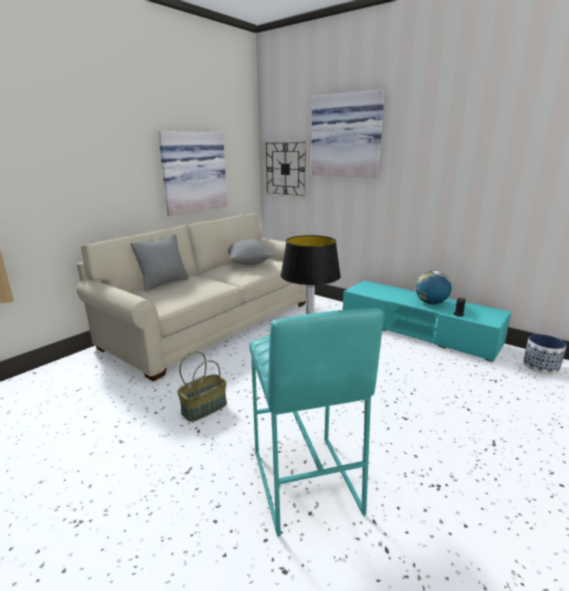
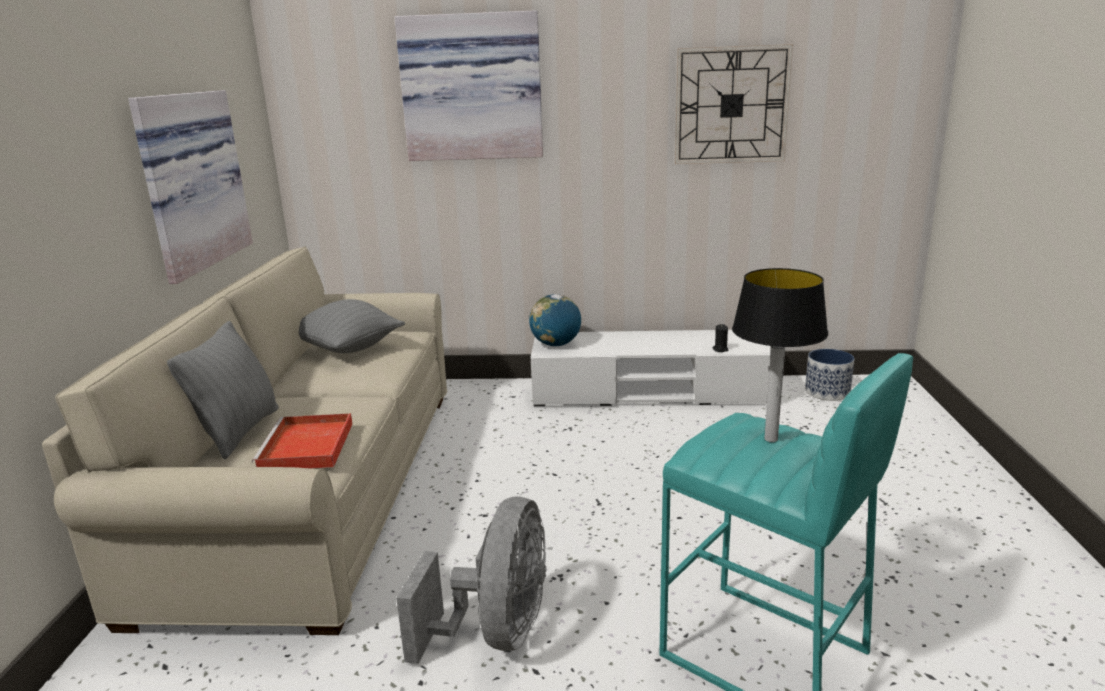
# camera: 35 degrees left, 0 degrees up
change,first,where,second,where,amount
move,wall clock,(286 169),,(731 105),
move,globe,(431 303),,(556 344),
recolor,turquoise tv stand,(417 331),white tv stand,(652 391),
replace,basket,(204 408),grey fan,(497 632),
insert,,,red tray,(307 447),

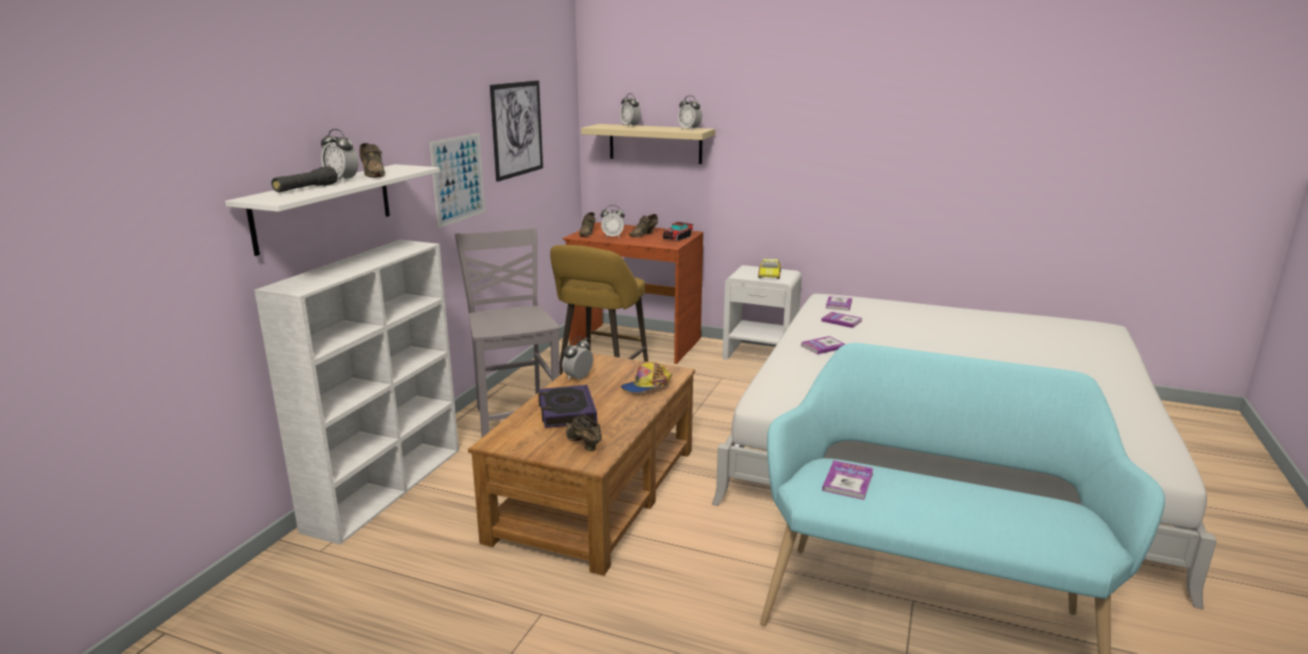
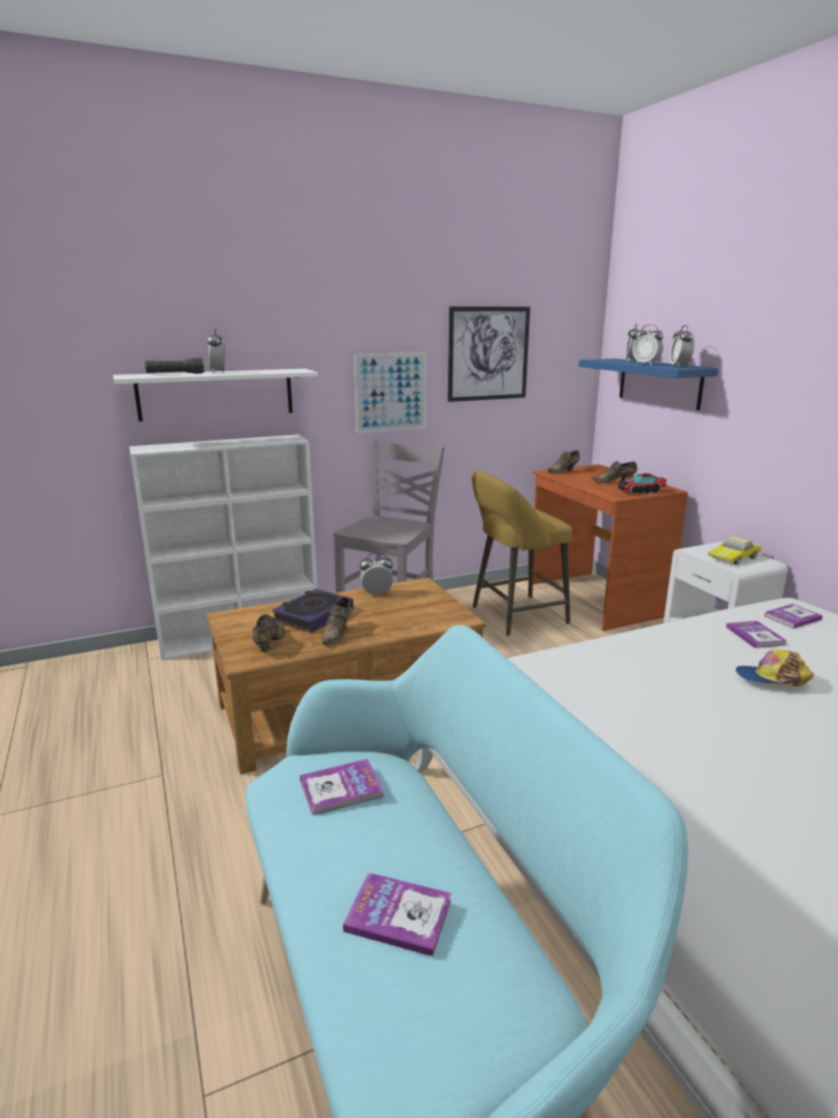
# camera: 45 degrees right, 0 degrees up
change,first,where,second,where,amount
recolor,beige shelf,(655 143),blue shelf,(659 383),
move,brown shoe,(373 174),,(338 633),
move,alarm clock,(613 237),,(646 364),
move,book,(823 346),,(398 915),
move,cap,(647 386),,(773 679),

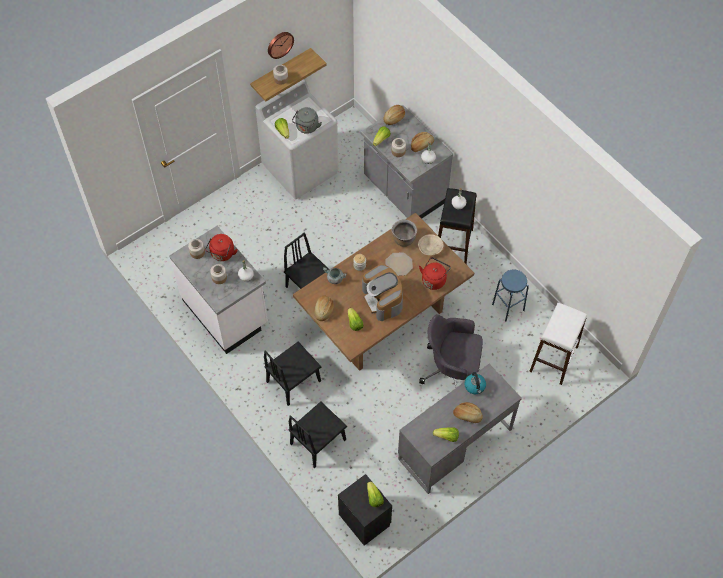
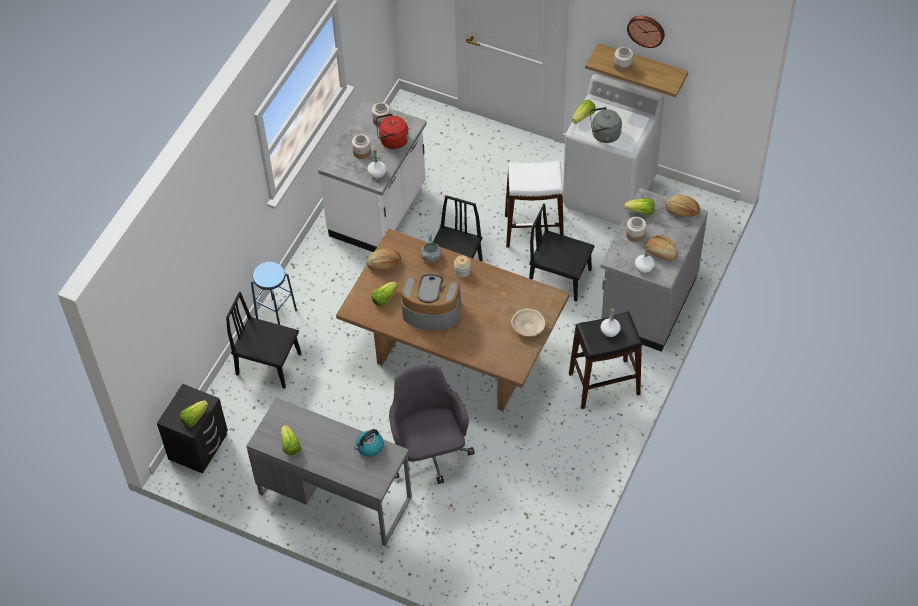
# camera: 65 degrees right, 5 degrees down
change,first,where,second,where,amount
delete,brown cooking pot,(403 239),,,
delete,plate,(399 264),,,
delete,red kettle,(434 279),,,
rotate,coffee machine,(383 299),,(430 312),60 degrees clockwise
move,blue stool,(508 307),,(276 314),
move,white stool,(554 359),,(533 230),
move,black chair,(293 381),,(560 277),
delete,bread,(467 415),,,

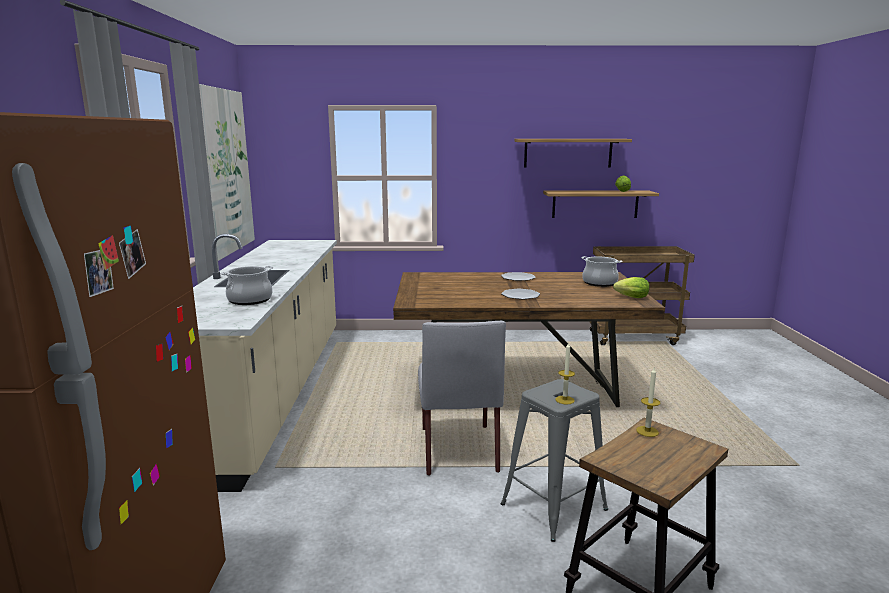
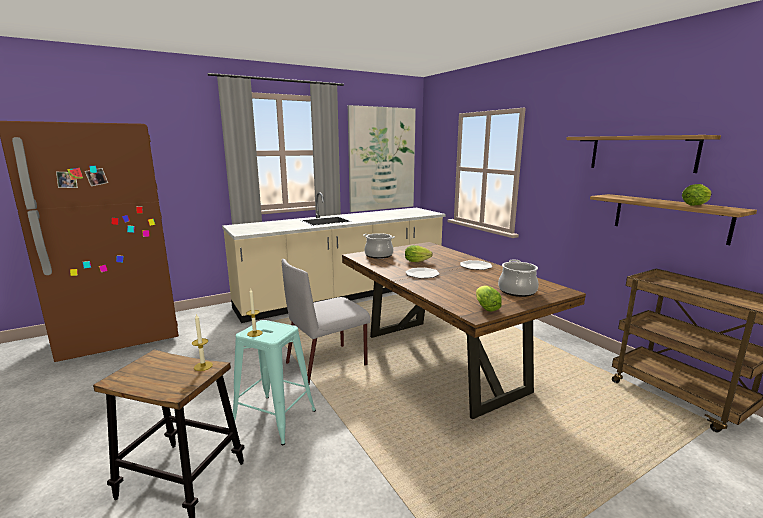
# camera: 60 degrees right, 0 degrees up
change,first,where,second,where,amount
move,cooking pot,(250 300),,(379 255),
recolor,grey stool,(553 507),turquoise stool,(274 419),
insert,,,lettuce,(418 261),

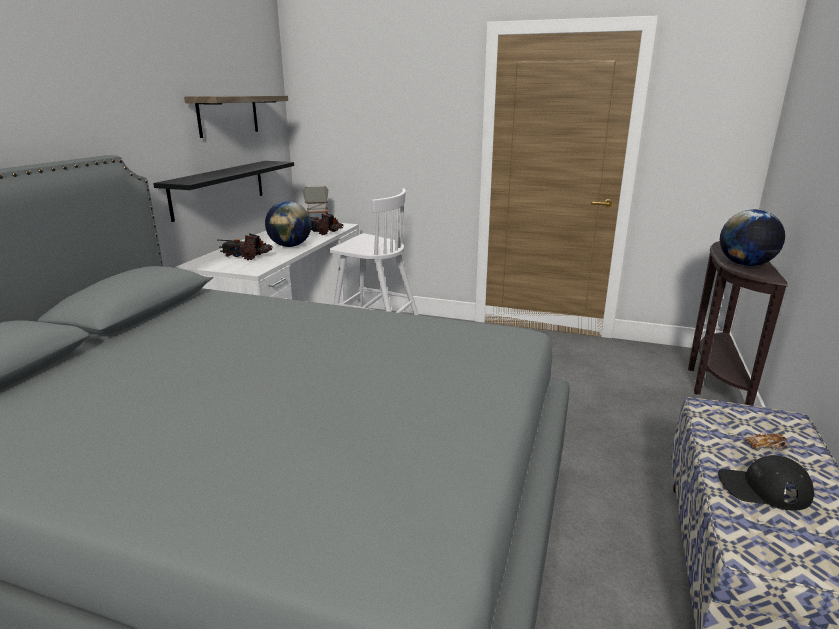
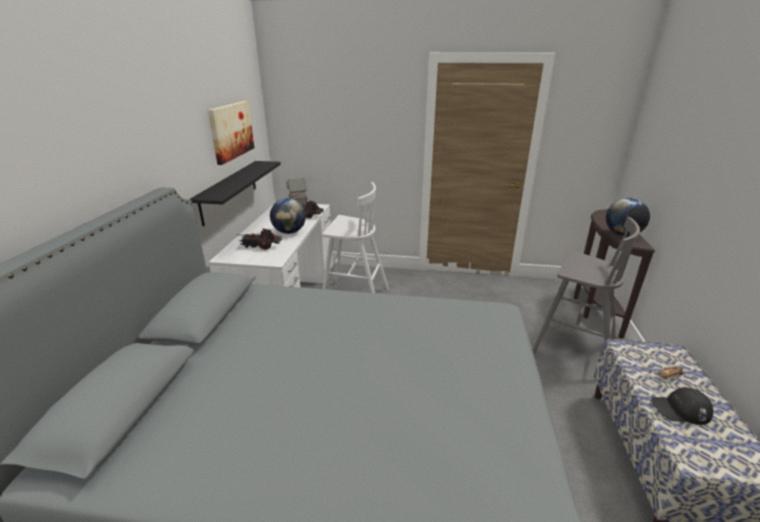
# camera: 10 degrees left, 5 degrees up
change,first,where,second,where,amount
replace,shelf,(228 115),picture,(231 131),
insert,,,grey stool,(571 350),

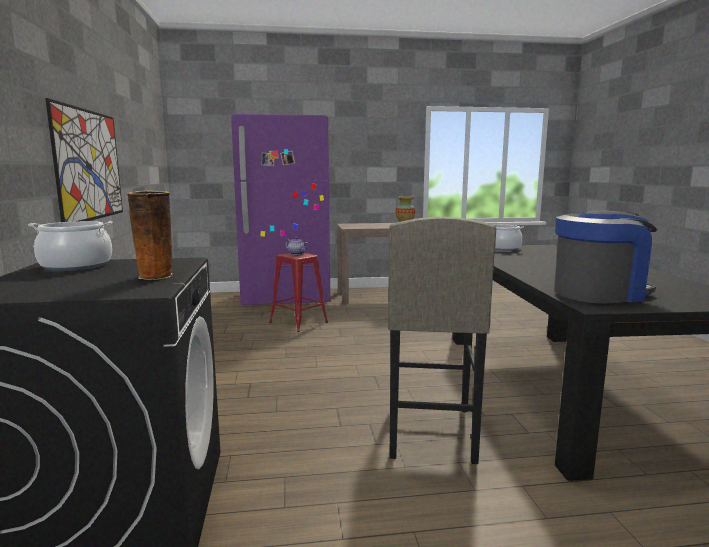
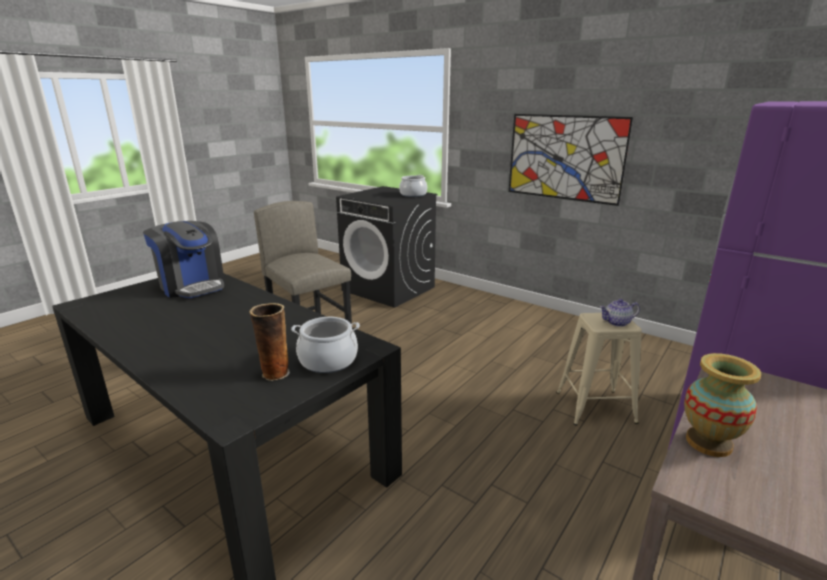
# camera: 135 degrees right, 10 degrees up
change,first,where,second,where,amount
move,vase,(156 276),,(274 373),
rotate,coffee machine,(599 293),,(192 286),75 degrees counterclockwise
recolor,red stool,(298 322),beige stool,(595 407),

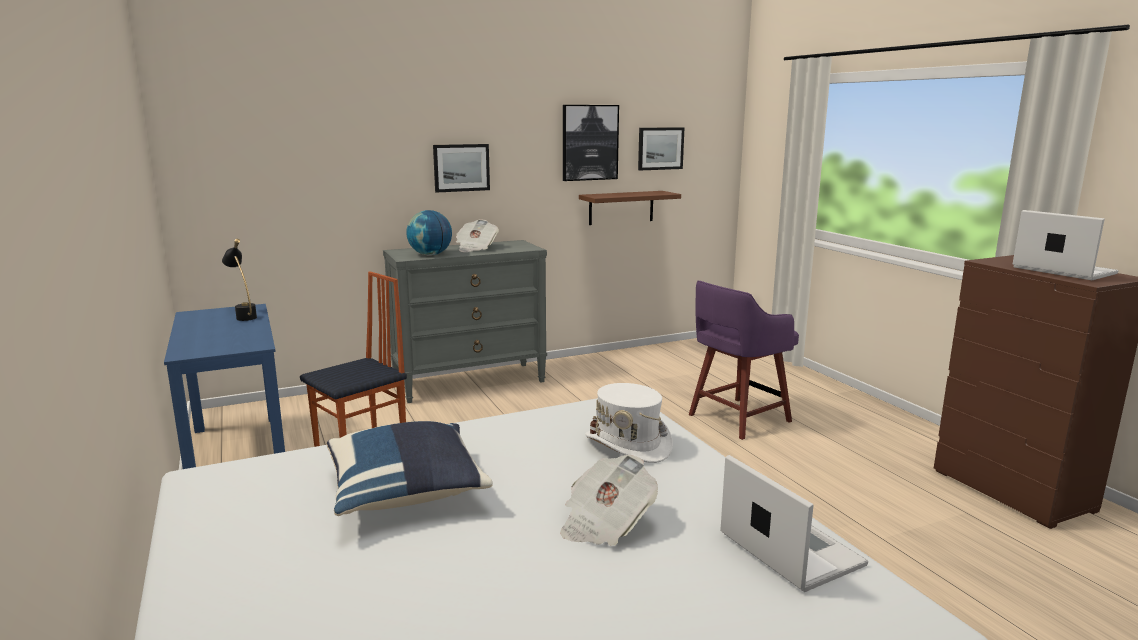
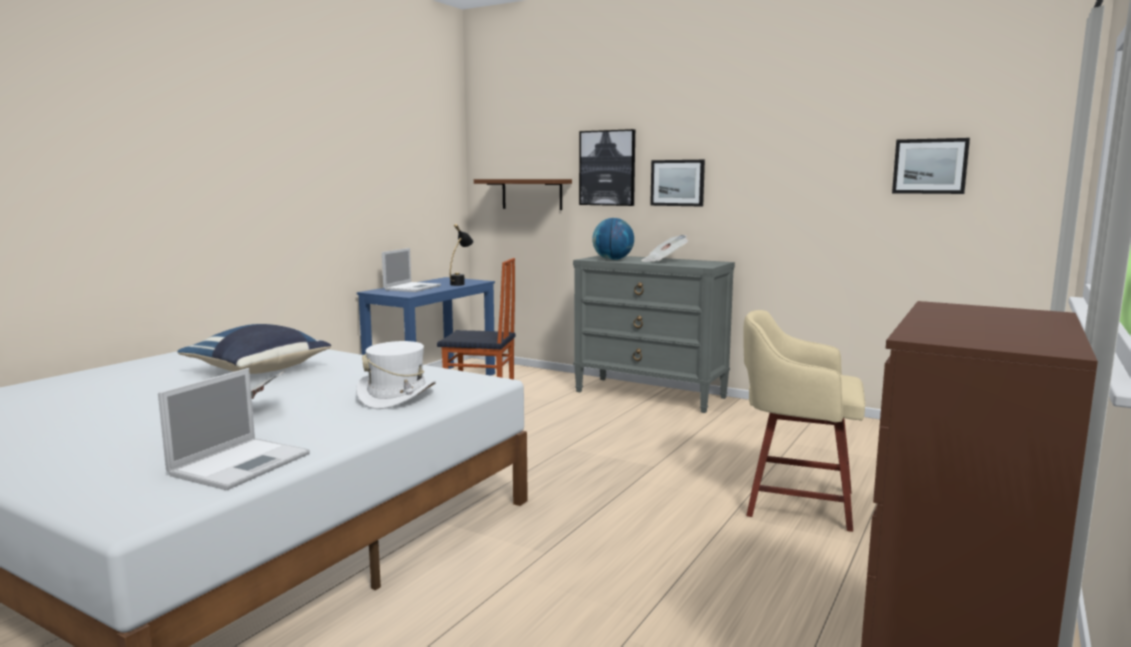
# camera: 55 degrees right, 5 degrees down
change,first,where,second,where,amount
move,picture,(589 142),,(607 168),
move,brown shelf,(621 207),,(532 194),
move,laptop,(1061 270),,(413 287),
recolor,purple stool,(736 419),beige stool,(795 502),

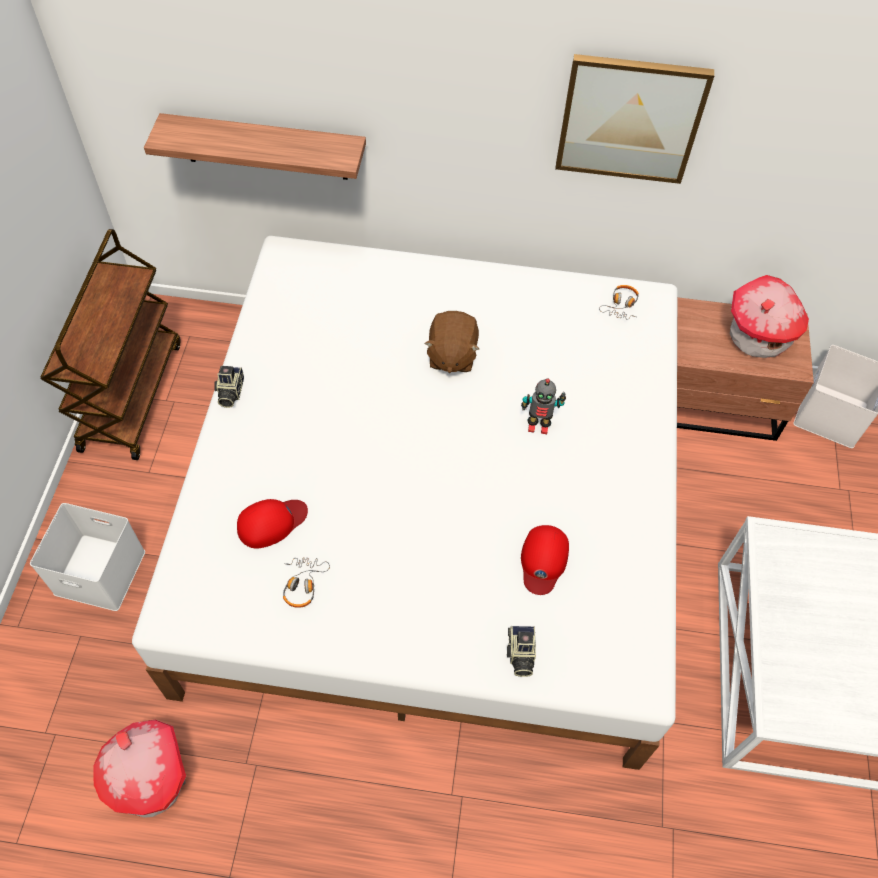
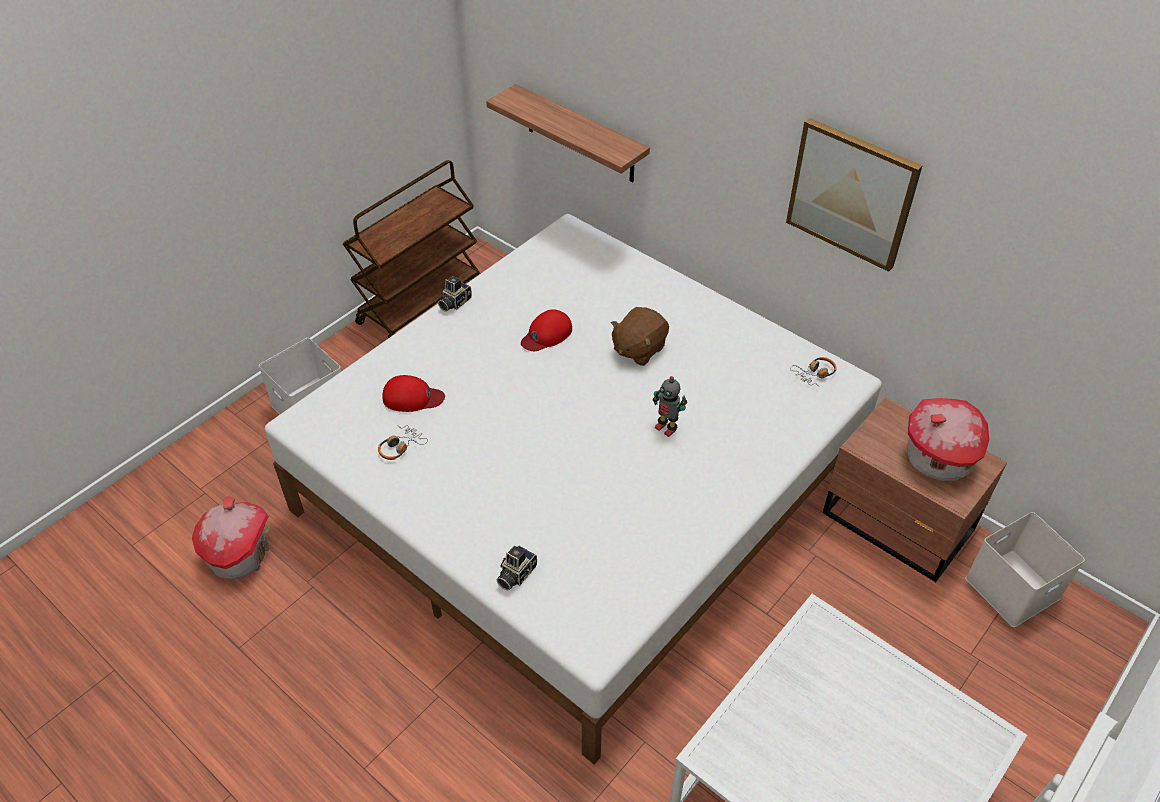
# camera: 35 degrees right, 10 degrees down
change,first,where,second,where,amount
move,red cap,(543 560),,(546 334),

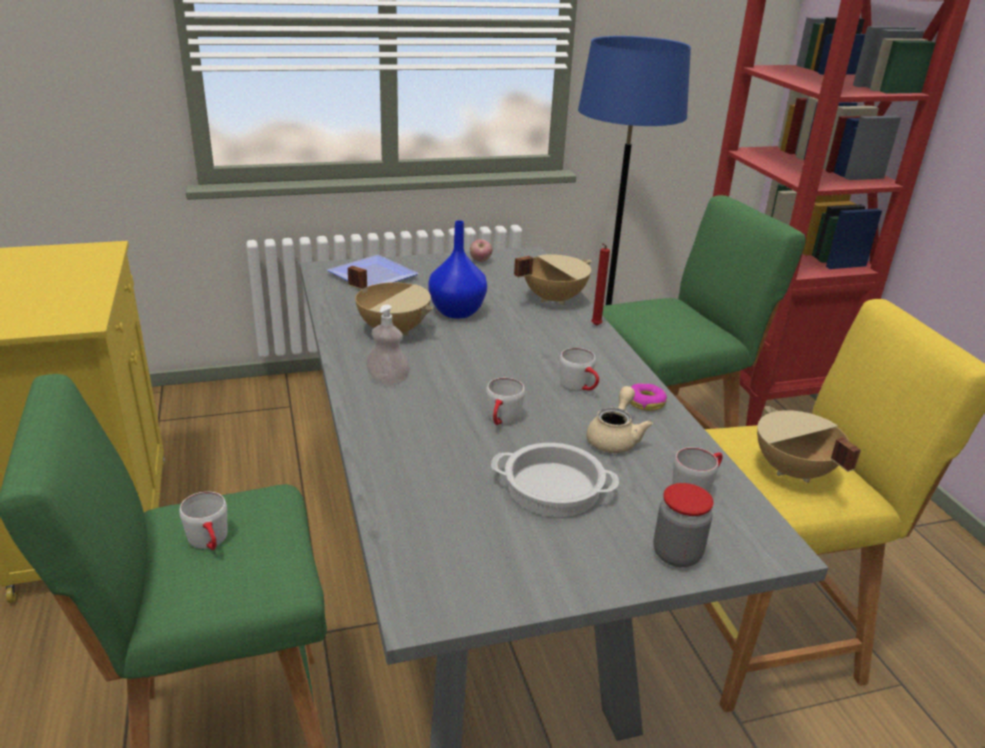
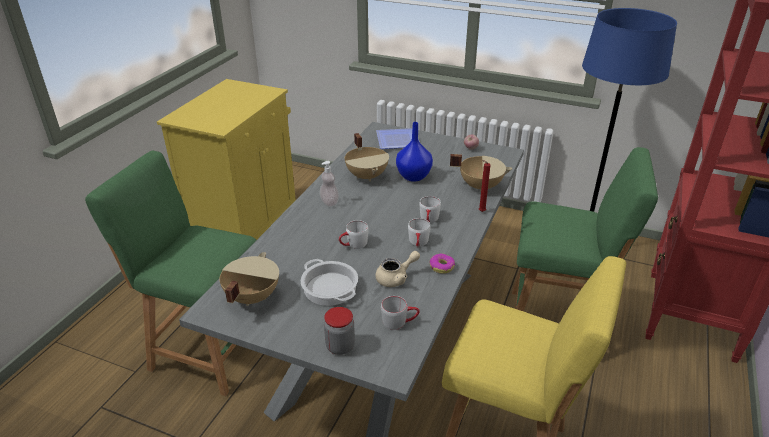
# camera: 40 degrees right, 5 degrees up
change,first,where,second,where,amount
move,beige cooking pot,(792 471),,(251 297),
move,white mug,(210 542),,(429 220),

